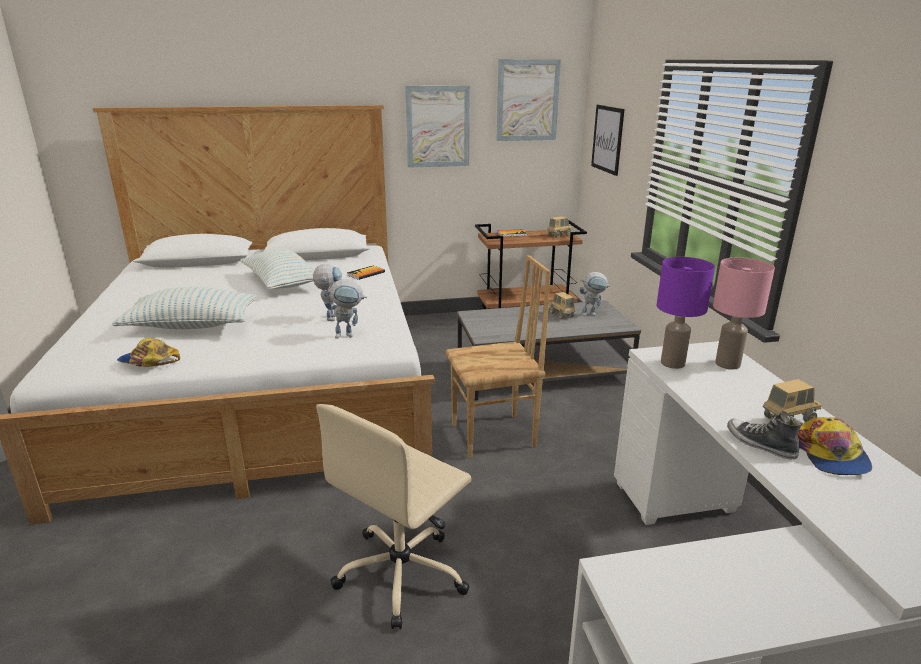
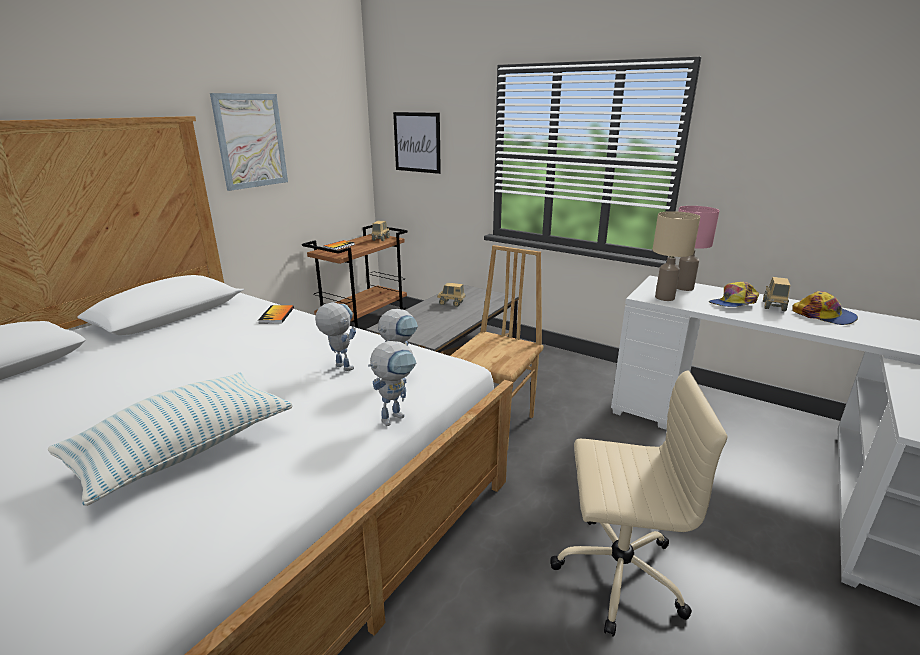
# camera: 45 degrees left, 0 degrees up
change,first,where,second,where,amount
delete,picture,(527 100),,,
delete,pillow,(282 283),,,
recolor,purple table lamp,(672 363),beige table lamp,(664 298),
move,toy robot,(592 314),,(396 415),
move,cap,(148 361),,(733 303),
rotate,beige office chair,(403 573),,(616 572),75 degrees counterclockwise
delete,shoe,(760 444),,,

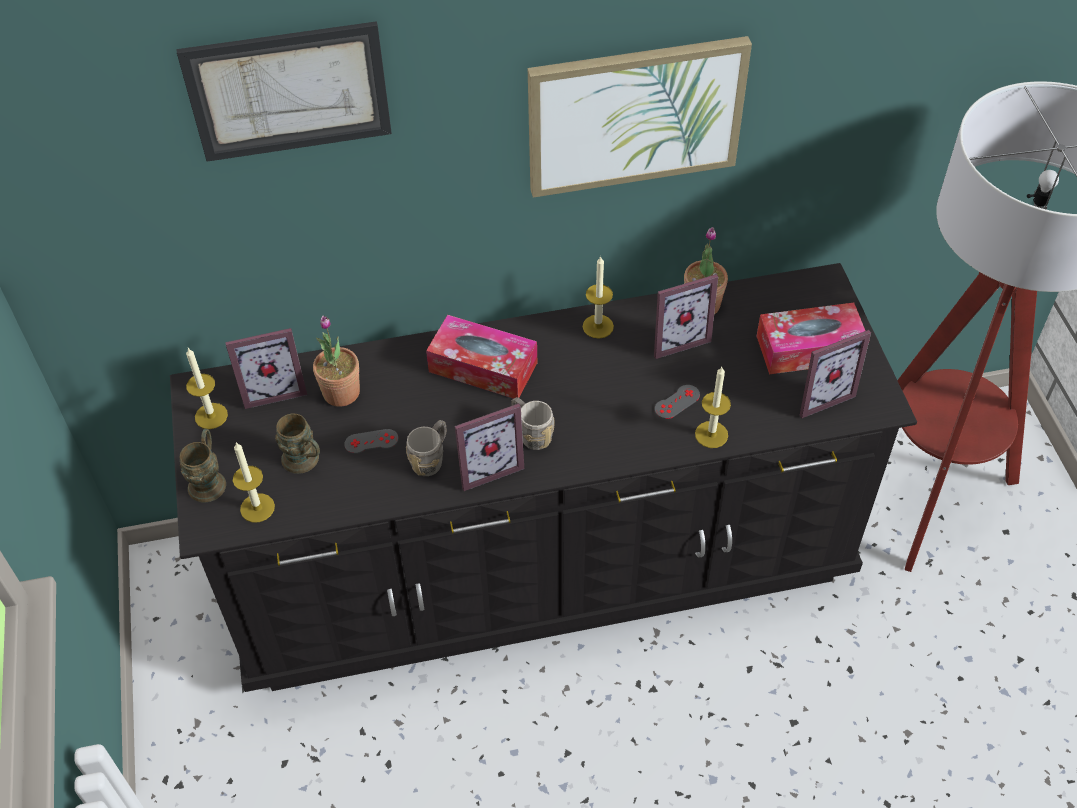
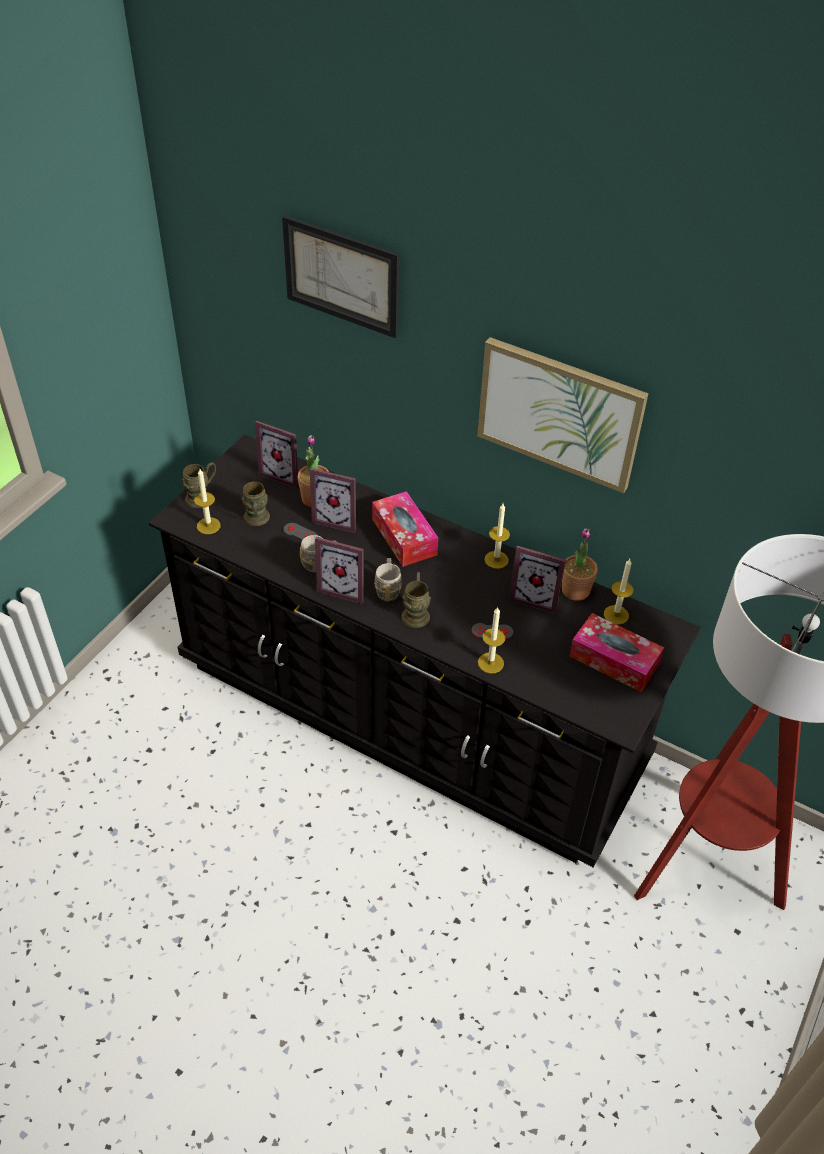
# camera: 40 degrees right, 5 degrees down
change,first,where,second,where,amount
move,picture frame,(818 394),,(337 519),
move,candle,(211 416),,(616 615),
insert,,,brown mug,(416 612),

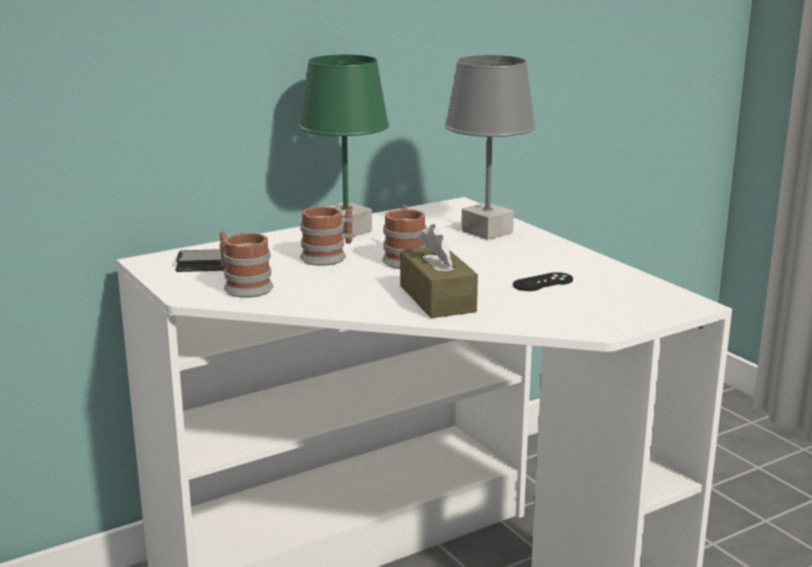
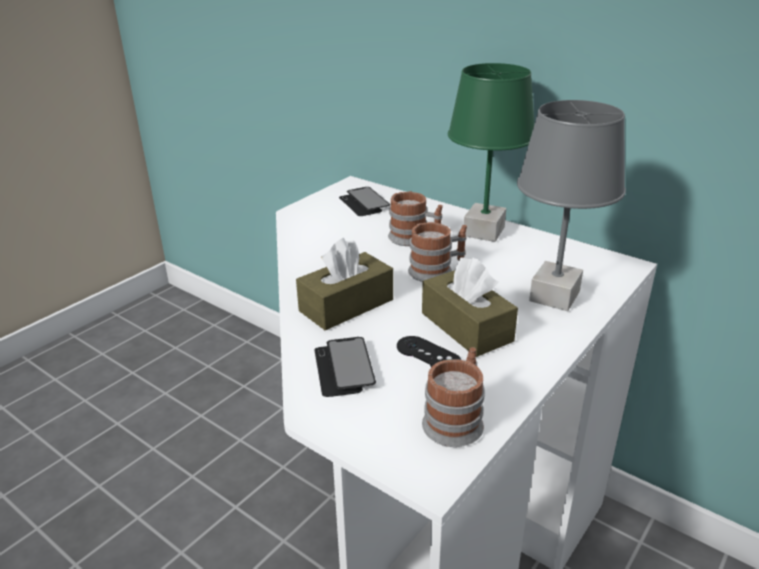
# camera: 70 degrees right, 10 degrees up
change,first,where,second,where,amount
move,mug,(243 286),,(456 419),
insert,,,brown tissue box,(466 327),
insert,,,phone,(344 368),

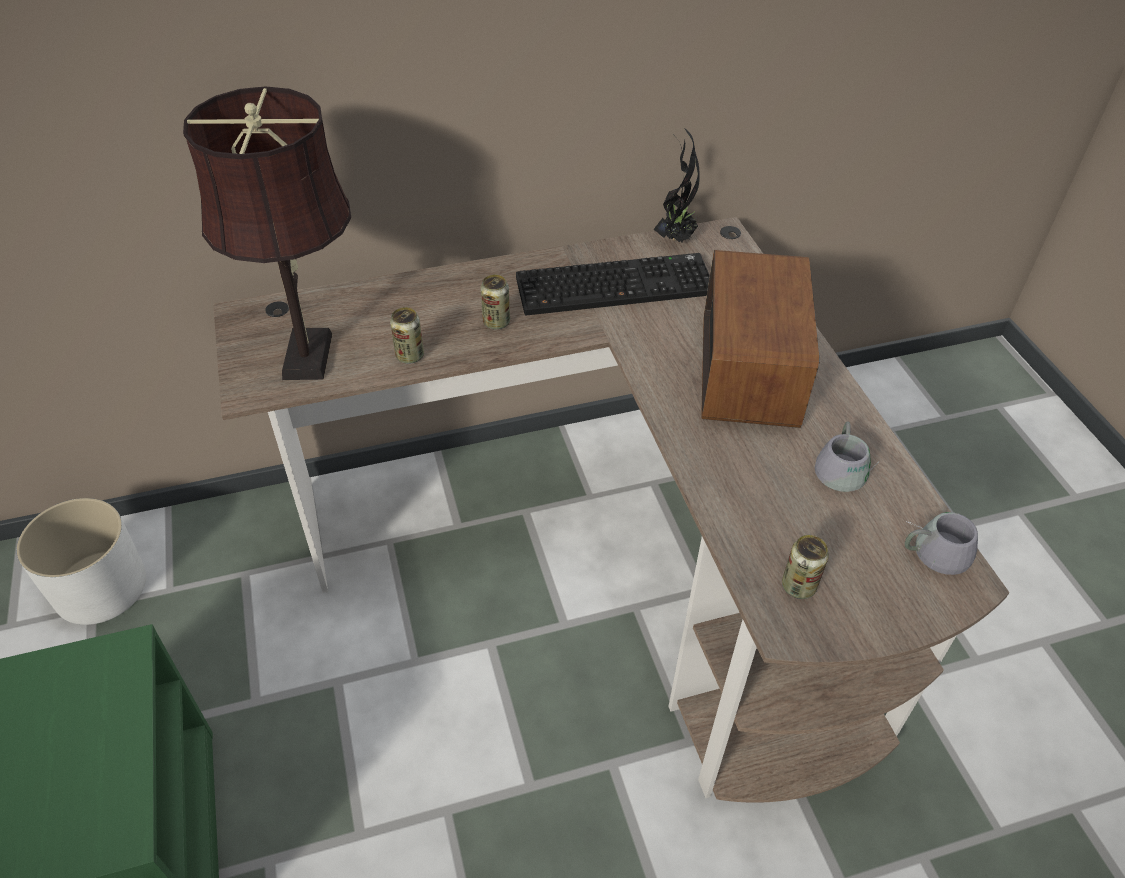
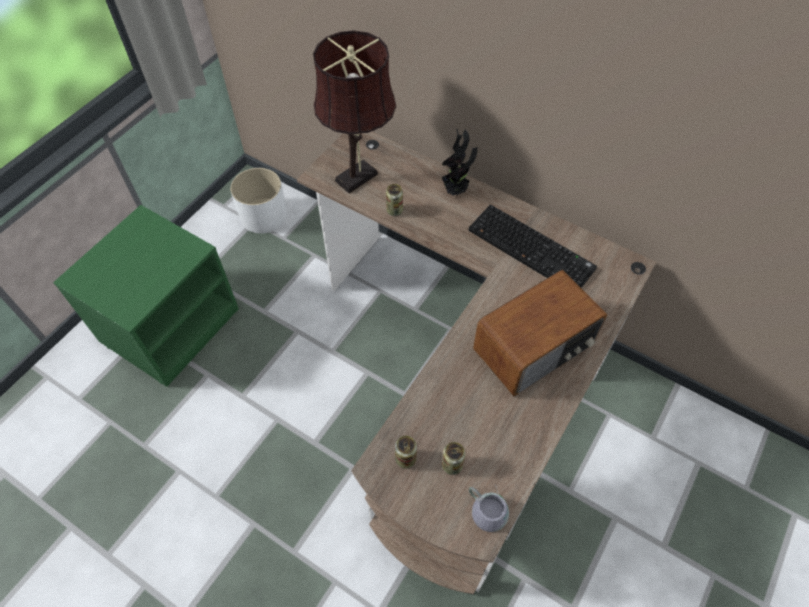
# camera: 50 degrees right, 10 degrees up
change,first,where,second,where,amount
move,potted plant,(676 238),,(456 191),
move,can,(496 322),,(452 465),
delete,grey mug,(846 468),,,

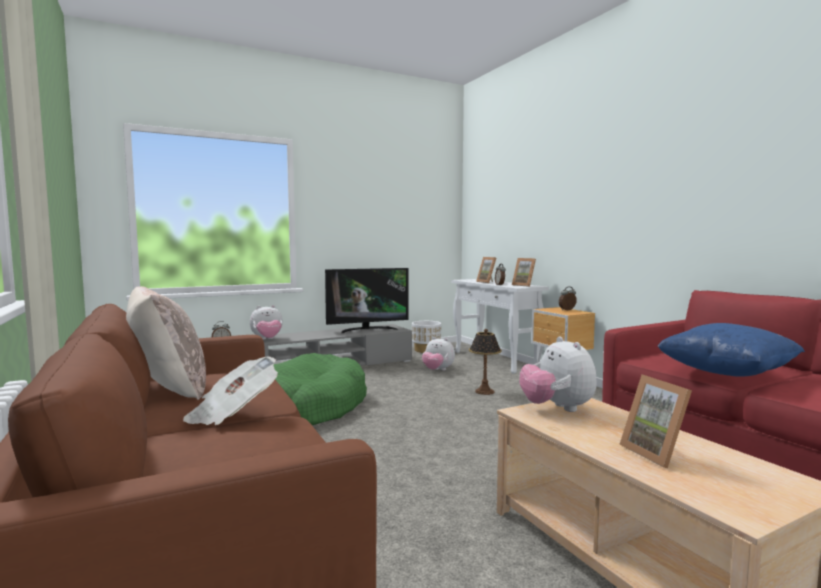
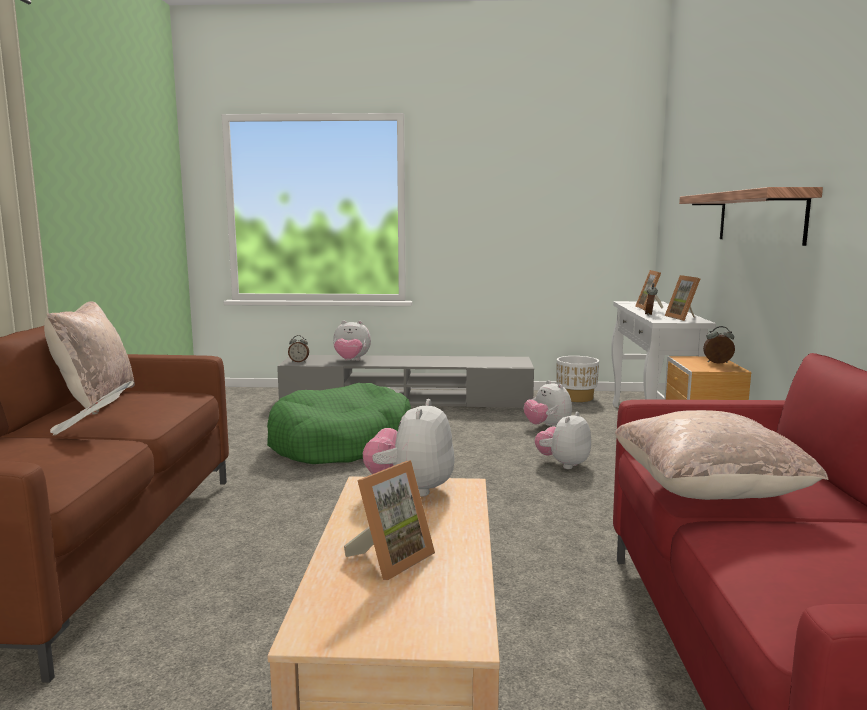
# camera: 30 degrees right, 5 degrees up
change,first,where,second,where,amount
delete,television,(367 329),,,
recolor,blue pillow,(726 374),beige pillow,(707 492),
replace,table lamp,(484 391),plush toy,(563 464),
rotate,picture frame,(657 453),,(390 559),150 degrees counterclockwise
insert,,,shelf,(759 217),

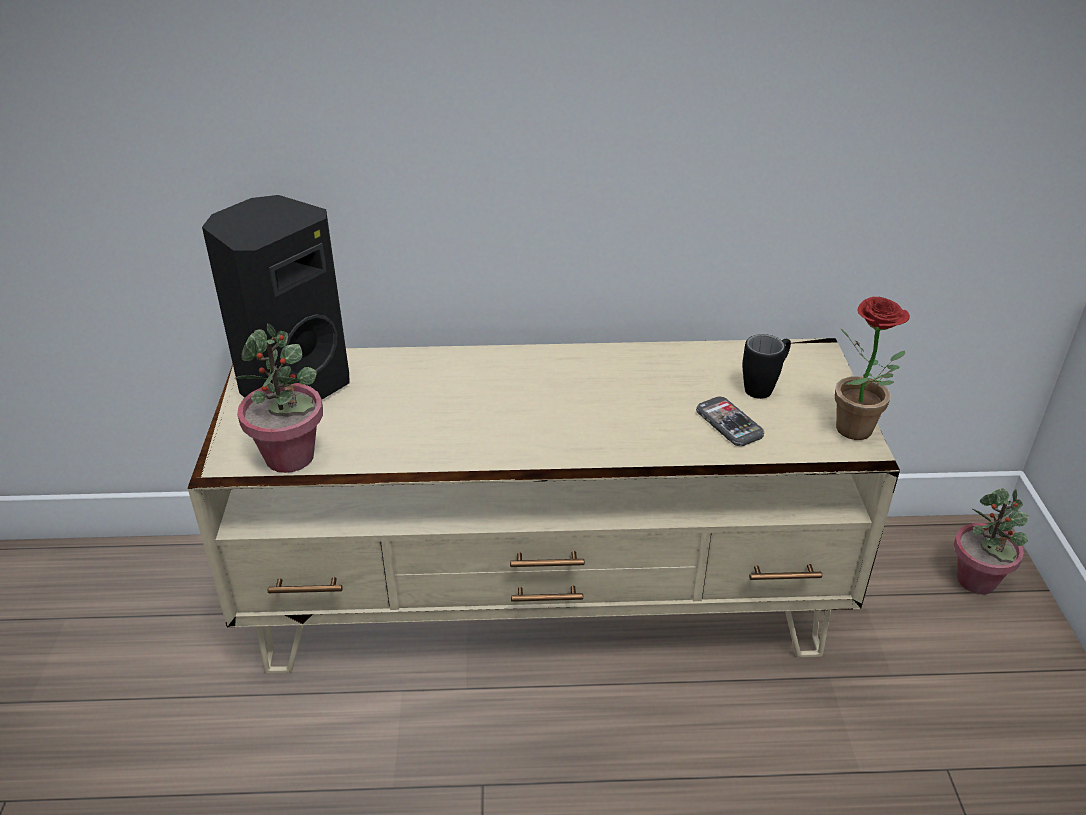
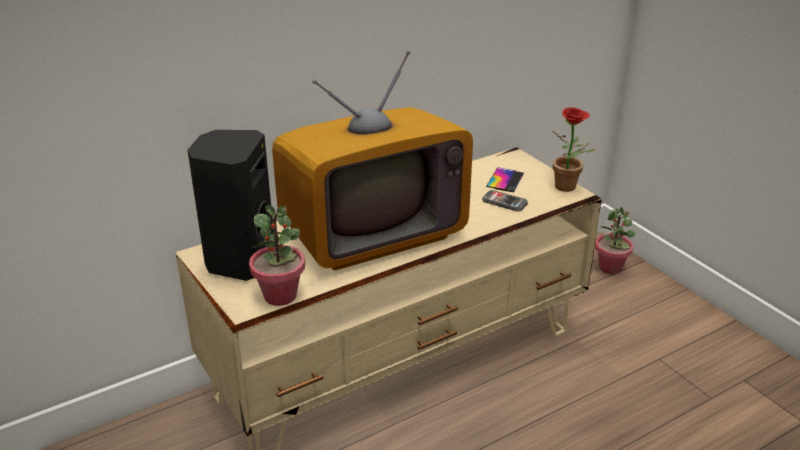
# camera: 30 degrees left, 5 degrees down
change,first,where,second,where,amount
replace,black mug,(764 387),phone,(505 180),
insert,,,television,(371 232),

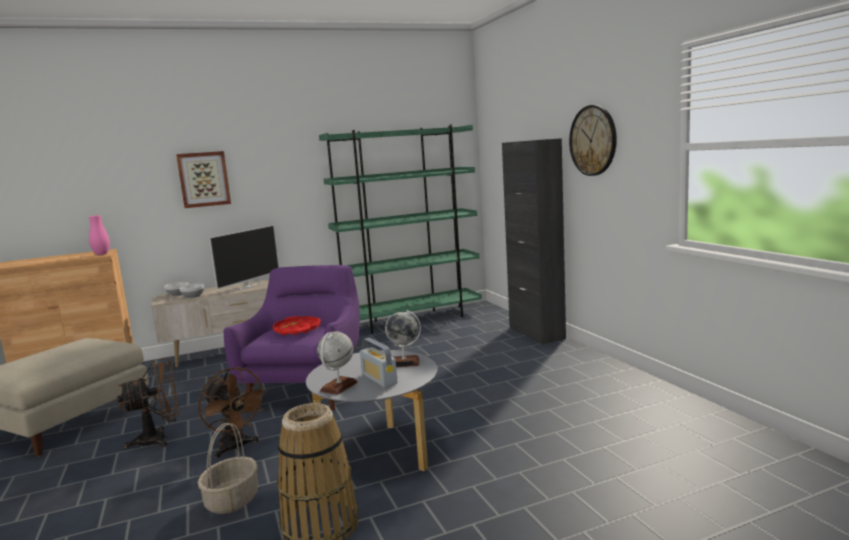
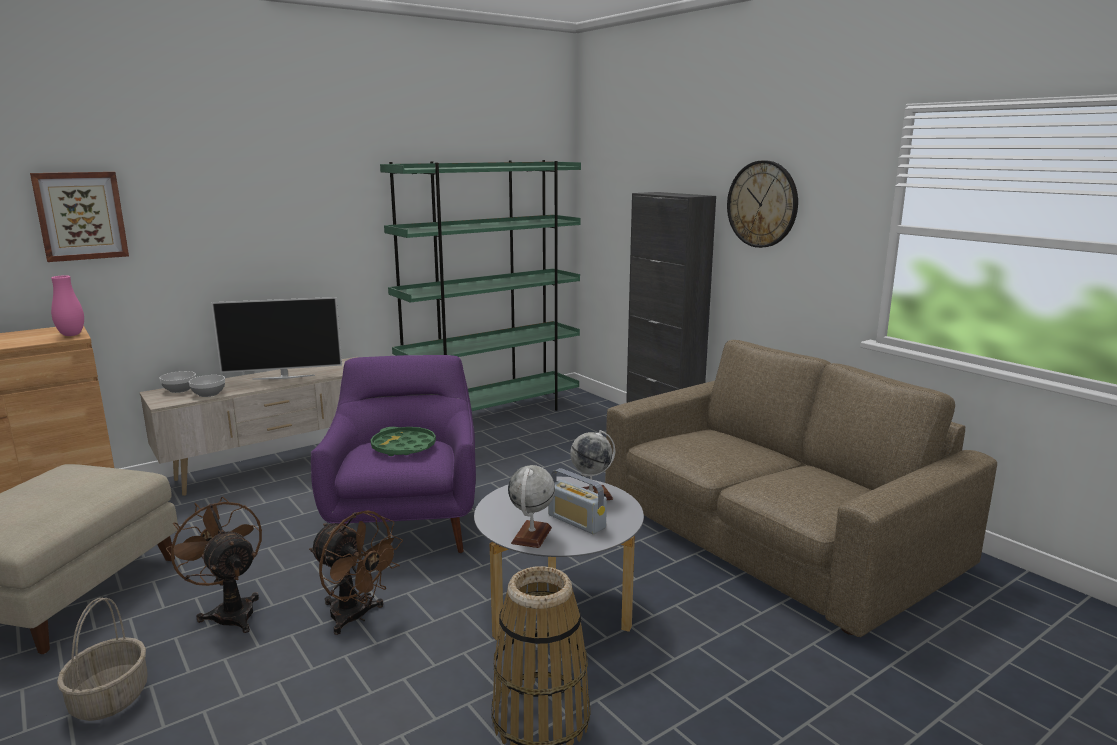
# camera: 15 degrees left, 5 degrees up
change,first,where,second,where,amount
move,picture,(204 179),,(81 216),
rotate,television,(248 286),,(284 377),60 degrees clockwise
recolor,red tray,(297 330),green tray,(403 447),
rotate,brown fan,(159 439),,(230 611),90 degrees counterclockwise
move,basket,(232 500),,(109 698),
insert,,,brown sofa,(773 534),

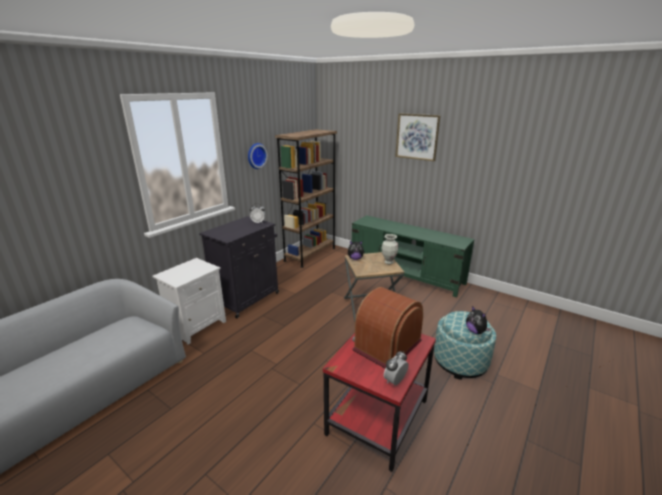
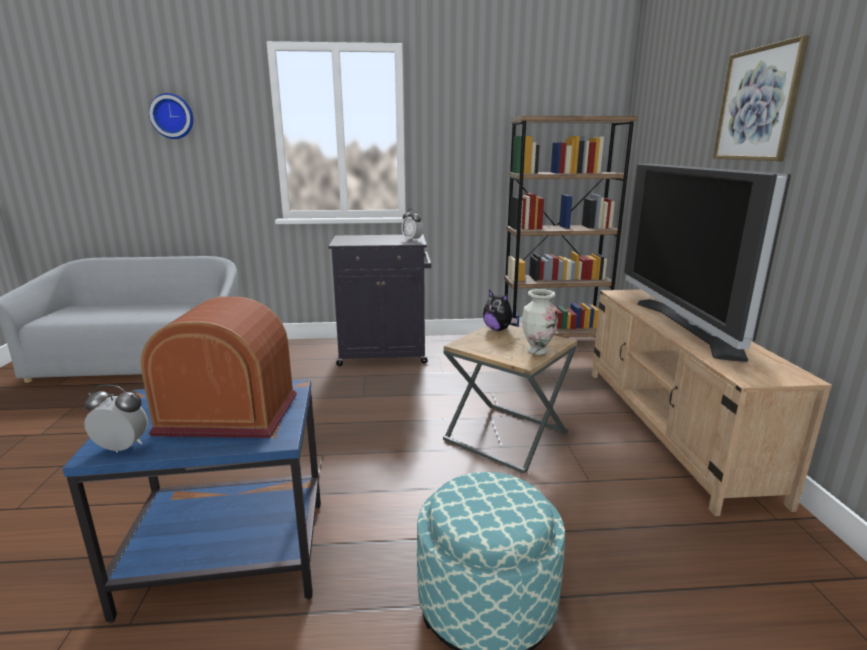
# camera: 50 degrees right, 5 degrees down
change,first,where,second,where,amount
move,wall clock,(256 155),,(172 116),
recolor,green tv stand,(406 274),beige tv stand,(670 428),
delete,white nightstand,(197 325),,,
delete,plush toy,(475 331),,,
recolor,red side table,(378 418),blue side table,(228 557),
insert,,,television,(685 327),

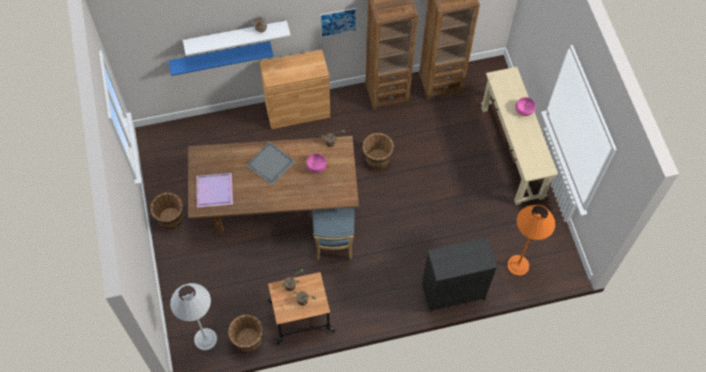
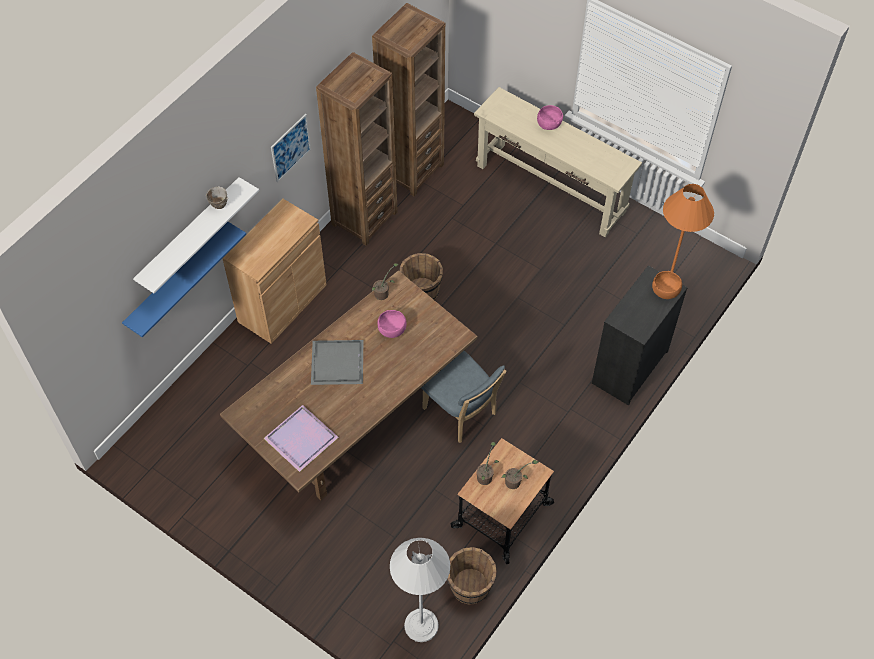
# camera: 40 degrees left, 5 degrees down
change,first,where,second,where,amount
delete,brown bucket,(171 219),,,
insert,,,orange bowl,(665 291),

